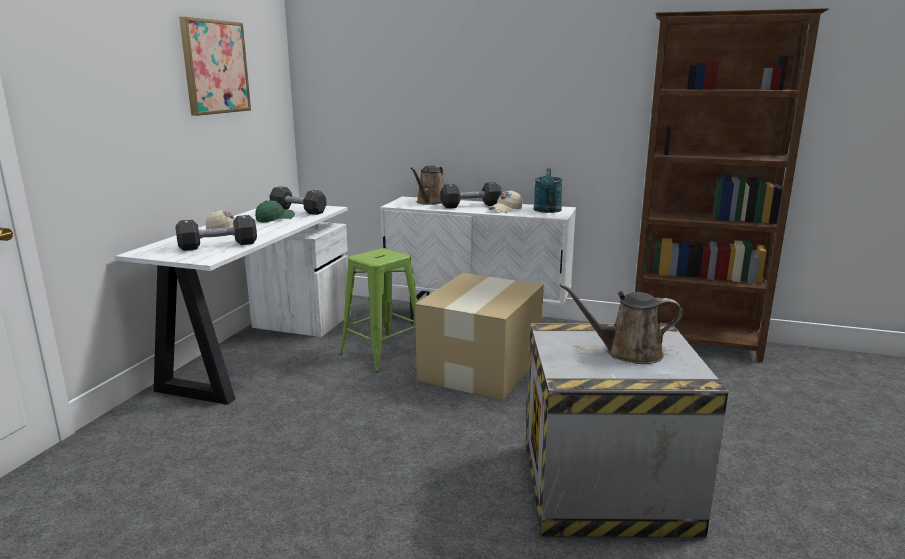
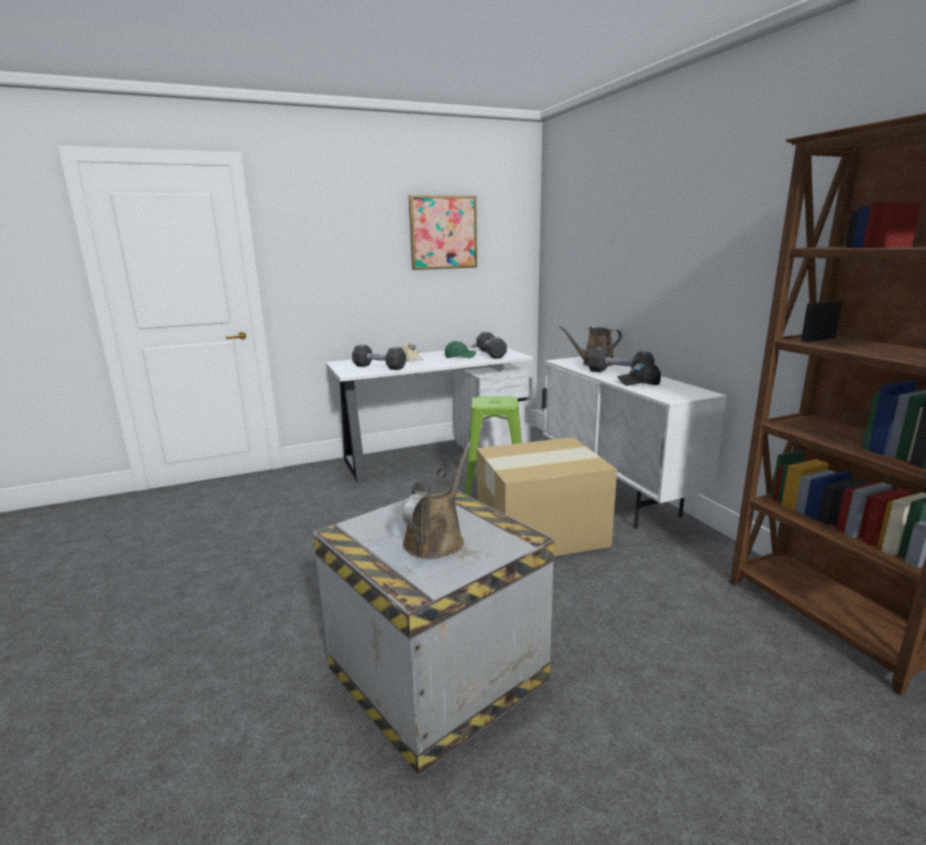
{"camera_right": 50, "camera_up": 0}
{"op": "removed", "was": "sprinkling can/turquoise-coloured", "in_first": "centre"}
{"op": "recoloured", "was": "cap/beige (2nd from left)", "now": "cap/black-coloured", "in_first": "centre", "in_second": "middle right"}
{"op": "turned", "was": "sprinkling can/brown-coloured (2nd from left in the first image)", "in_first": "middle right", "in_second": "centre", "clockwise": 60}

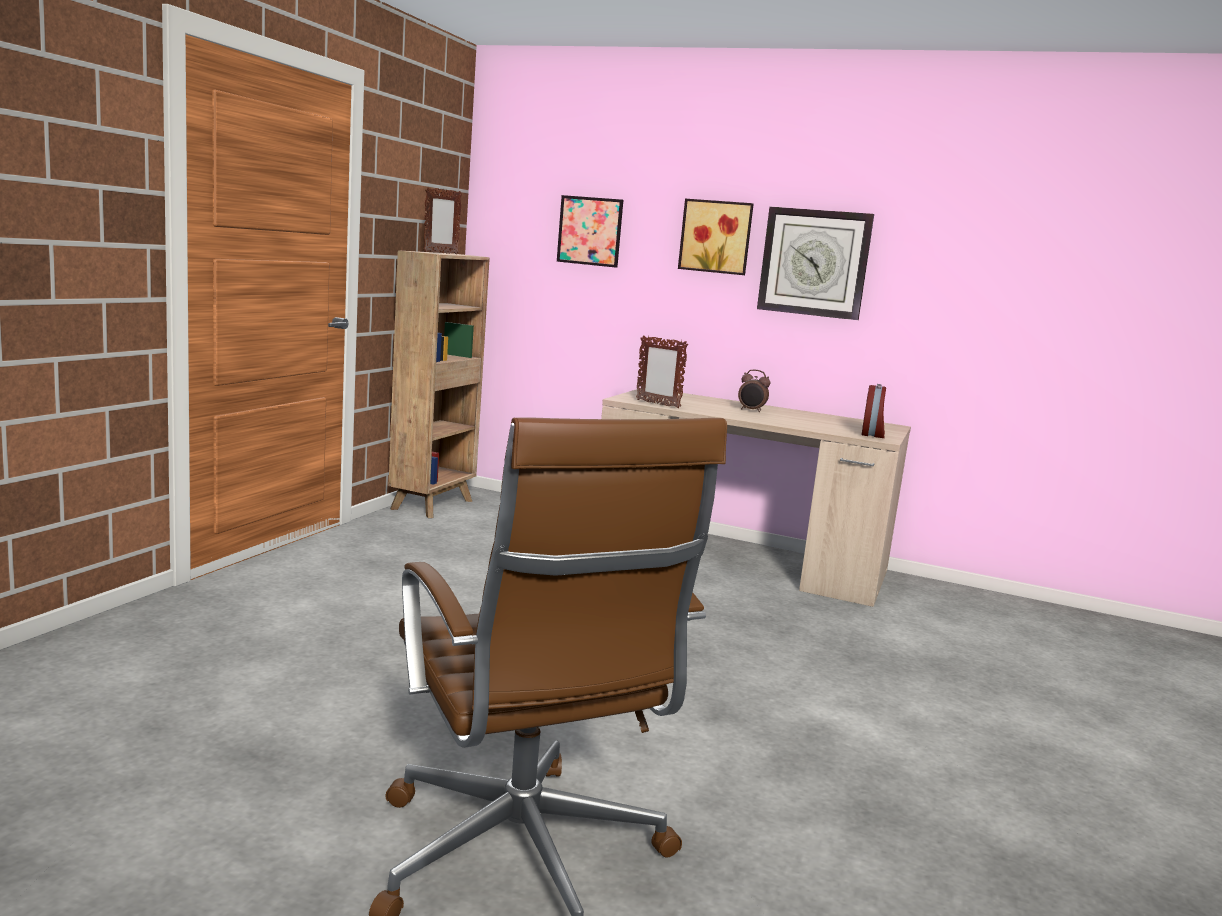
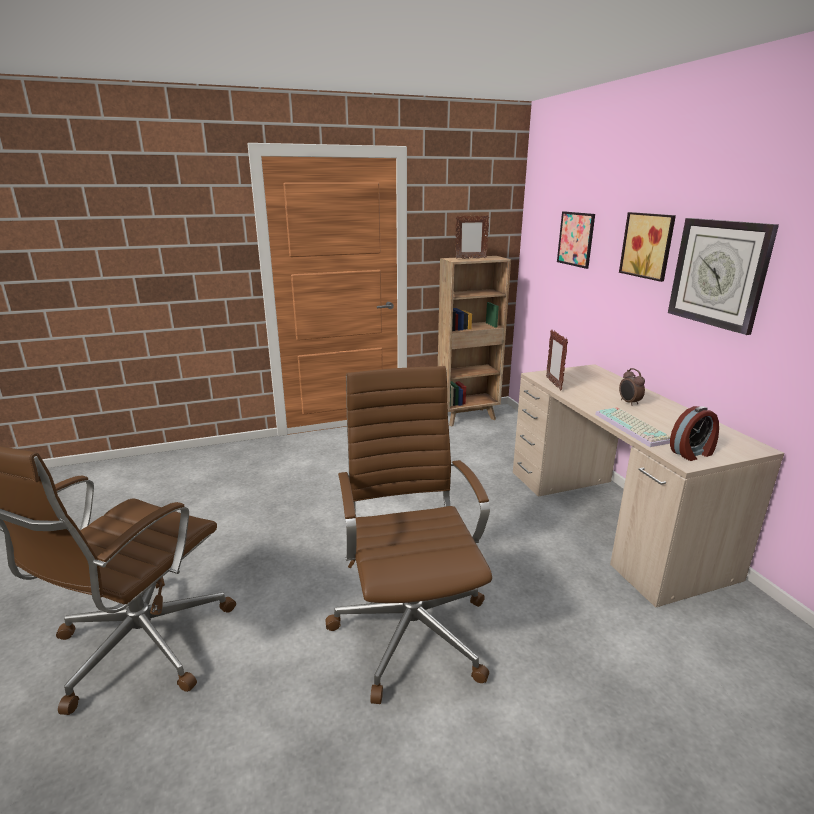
{"camera_right": 50, "camera_up": 10}
{"op": "added", "now": "computer chair/brown-coloured (2nd from left)", "in_second": "centre"}
{"op": "added", "now": "computer keyboard", "in_second": "middle right"}

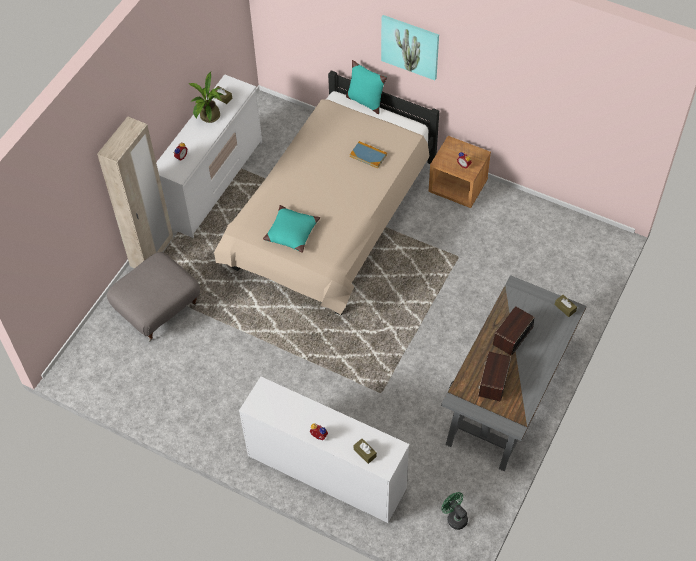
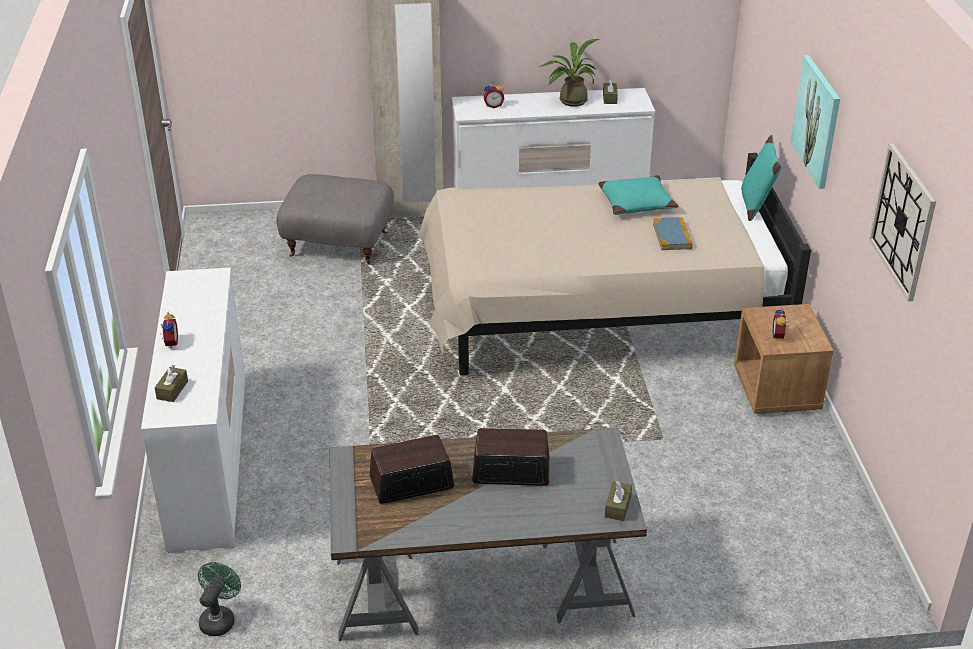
{"camera_right": 55, "camera_up": -20}
{"op": "added", "now": "clock on the wall", "in_second": "middle right"}
{"op": "moved", "was": "cushion/turquoise-coloured (1st from left)", "in_first": "centre", "in_second": "top centre"}

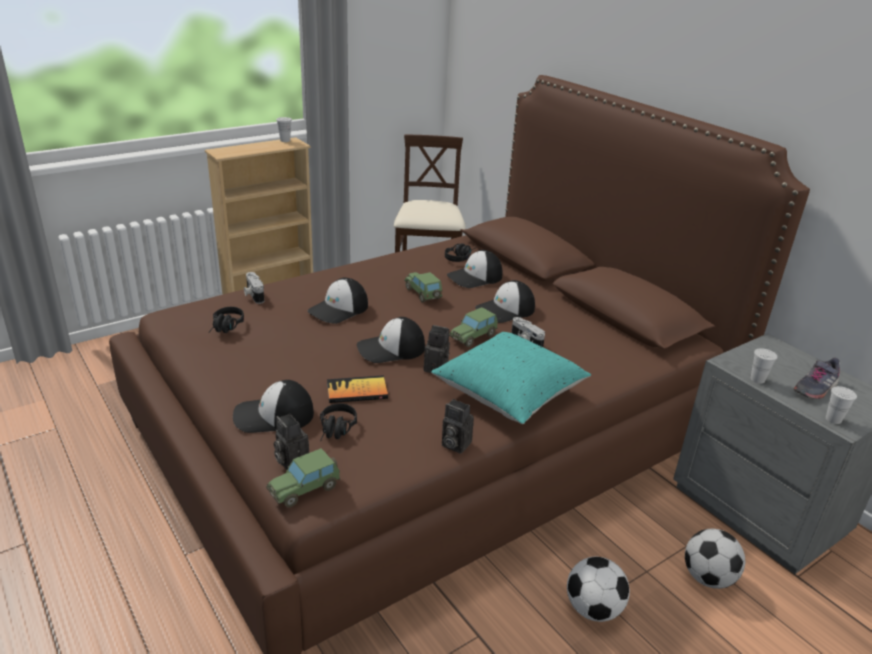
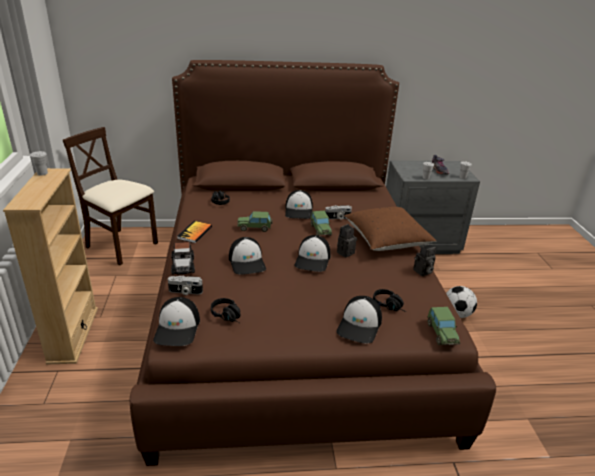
{"camera_right": -60, "camera_up": 0}
{"op": "removed", "was": "still camera (2nd from left)", "in_first": "bottom centre"}
{"op": "removed", "was": "football (2nd from left)", "in_first": "bottom right"}
{"op": "added", "now": "toy car (1st from left)", "in_second": "middle left"}
{"op": "moved", "was": "volume", "in_first": "centre", "in_second": "middle left"}
{"op": "moved", "was": "cap (4th from left in the first image)", "now": "cap (1st from left)", "in_first": "centre", "in_second": "bottom left"}
{"op": "recoloured", "was": "cushion/turquoise-coloured", "now": "cushion/brown-coloured", "in_first": "centre", "in_second": "centre"}

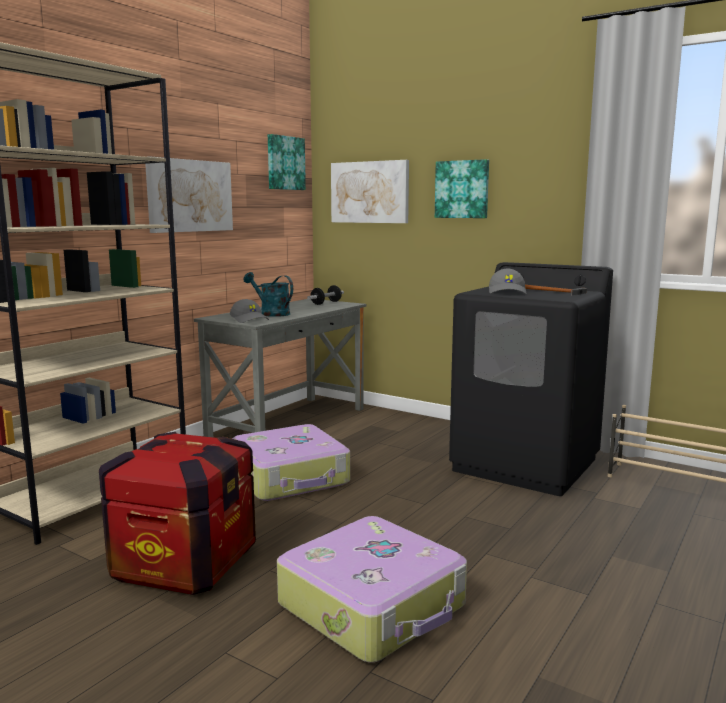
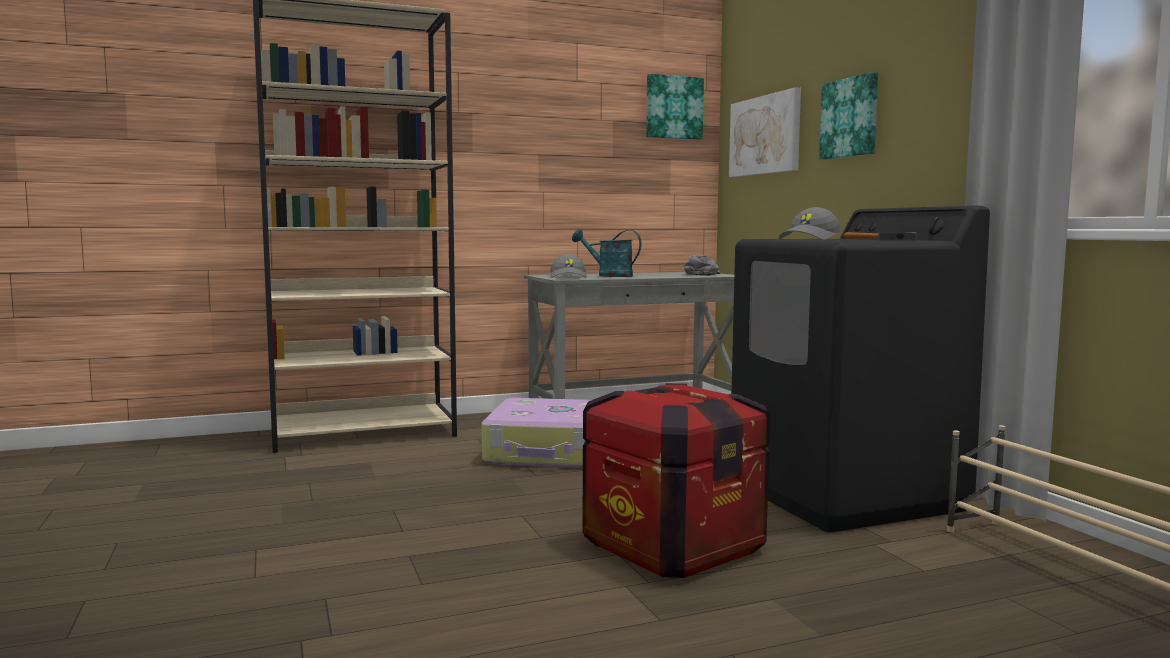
{"camera_right": 35, "camera_up": -5}
{"op": "removed", "was": "picture (1st from left)", "in_first": "top left"}
{"op": "removed", "was": "piece of luggage (2nd from left)", "in_first": "bottom centre"}
{"op": "moved", "was": "shipping crate", "in_first": "bottom left", "in_second": "bottom centre"}
{"op": "replaced", "was": "dumbbell", "now": "cap/greyish (2nd from left)", "in_first": "centre", "in_second": "centre"}
{"op": "turned", "was": "sprinkling can/turquoise-coloured", "in_first": "centre", "in_second": "centre", "clockwise": -45}

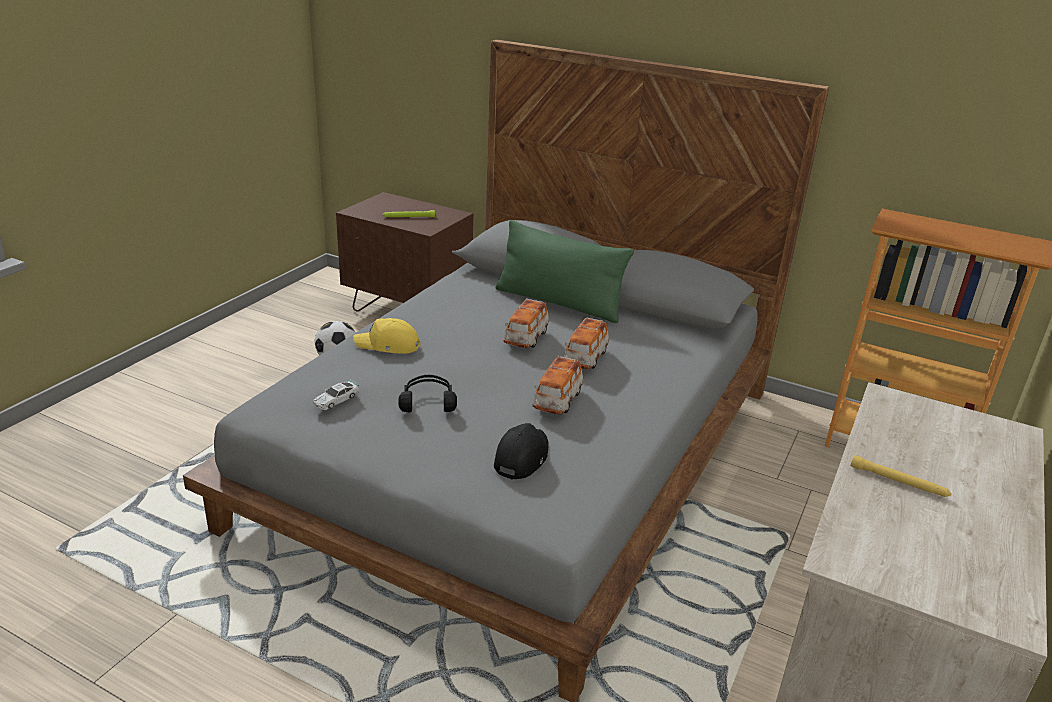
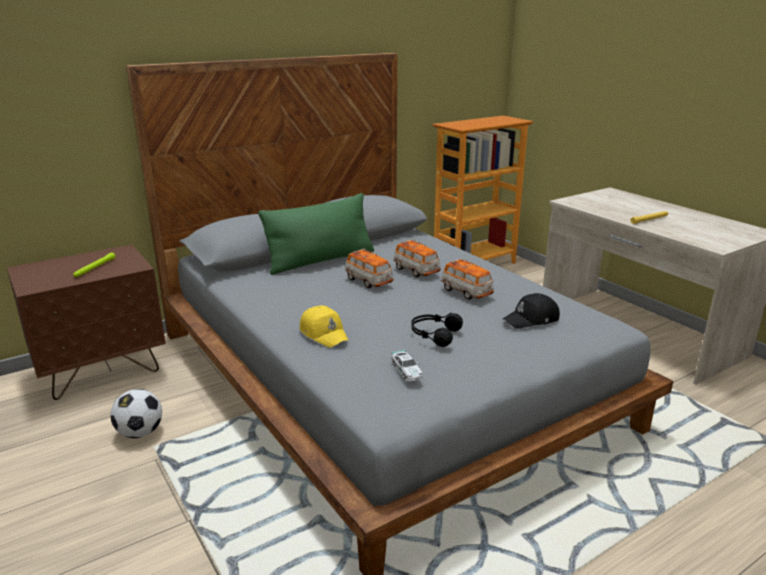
{"camera_right": -60, "camera_up": -5}
{"op": "turned", "was": "cap/yellow-coloured", "in_first": "centre", "in_second": "centre", "clockwise": -75}
{"op": "turned", "was": "cap/black-coloured", "in_first": "centre", "in_second": "middle right", "clockwise": -75}

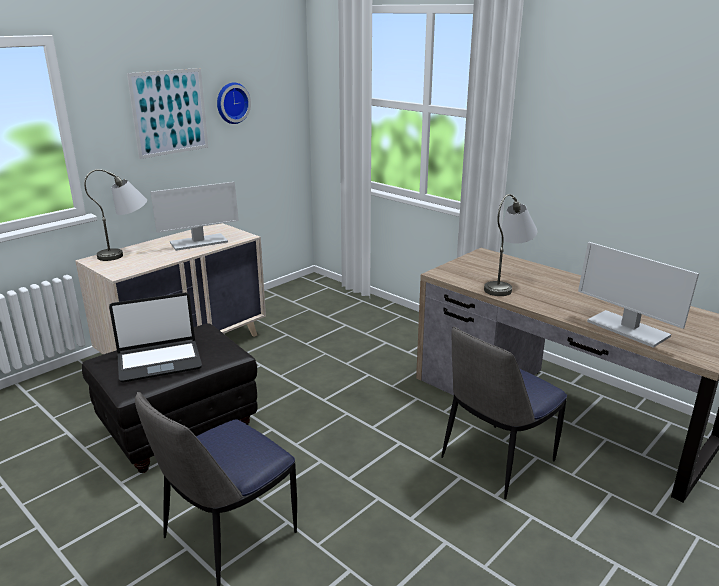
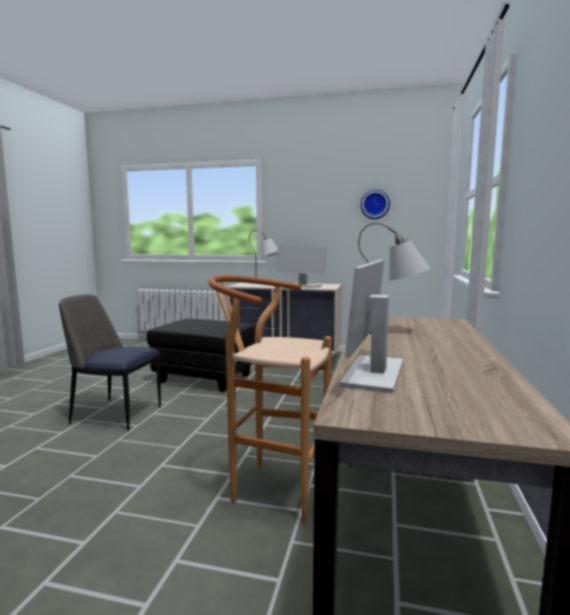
{"camera_right": 60, "camera_up": -15}
{"op": "removed", "was": "notebook computer", "in_first": "middle left"}
{"op": "removed", "was": "picture", "in_first": "top left"}
{"op": "replaced", "was": "upright chair (2nd from left)", "now": "stool/brown-coloured", "in_first": "bottom right", "in_second": "centre"}

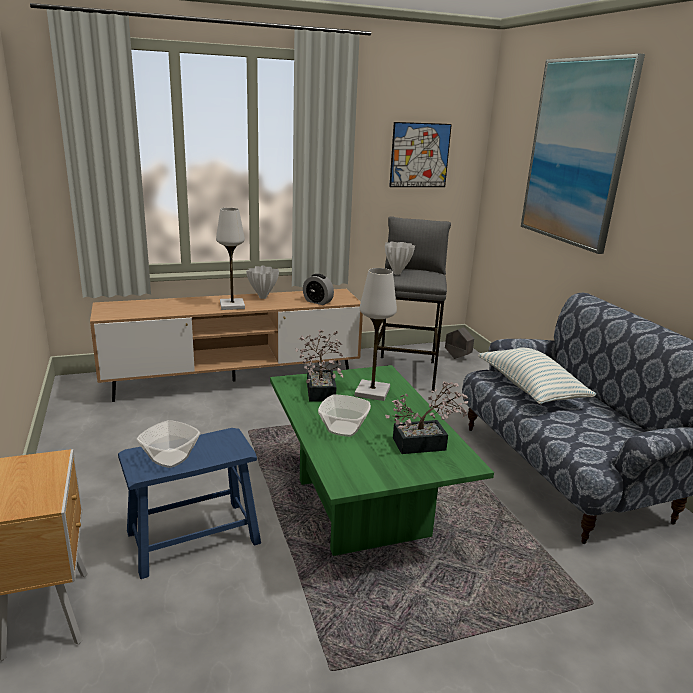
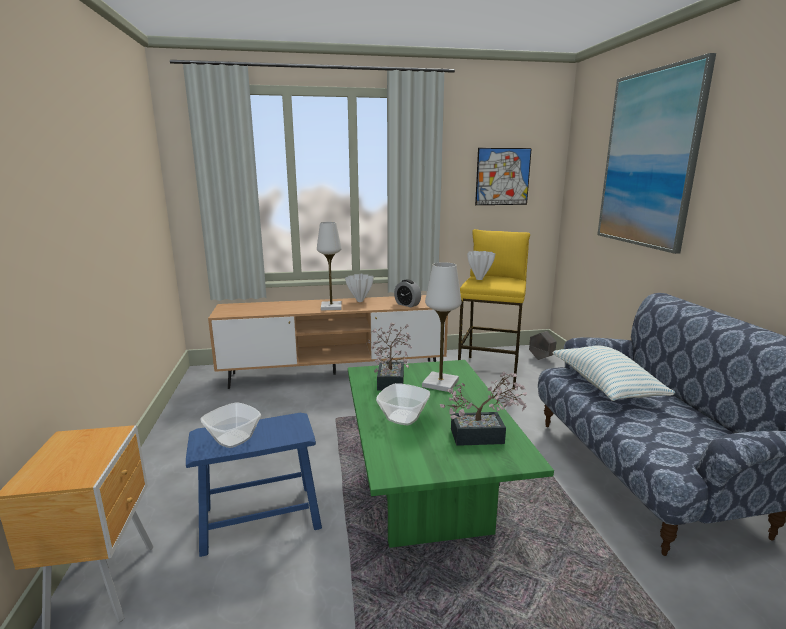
{"camera_right": 10, "camera_up": -5}
{"op": "recoloured", "was": "stool/greyish", "now": "stool/yellow-coloured", "in_first": "centre", "in_second": "centre"}

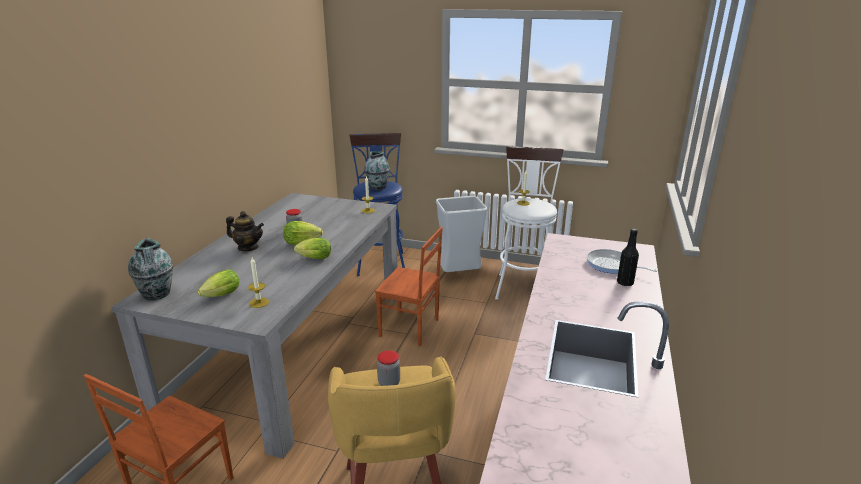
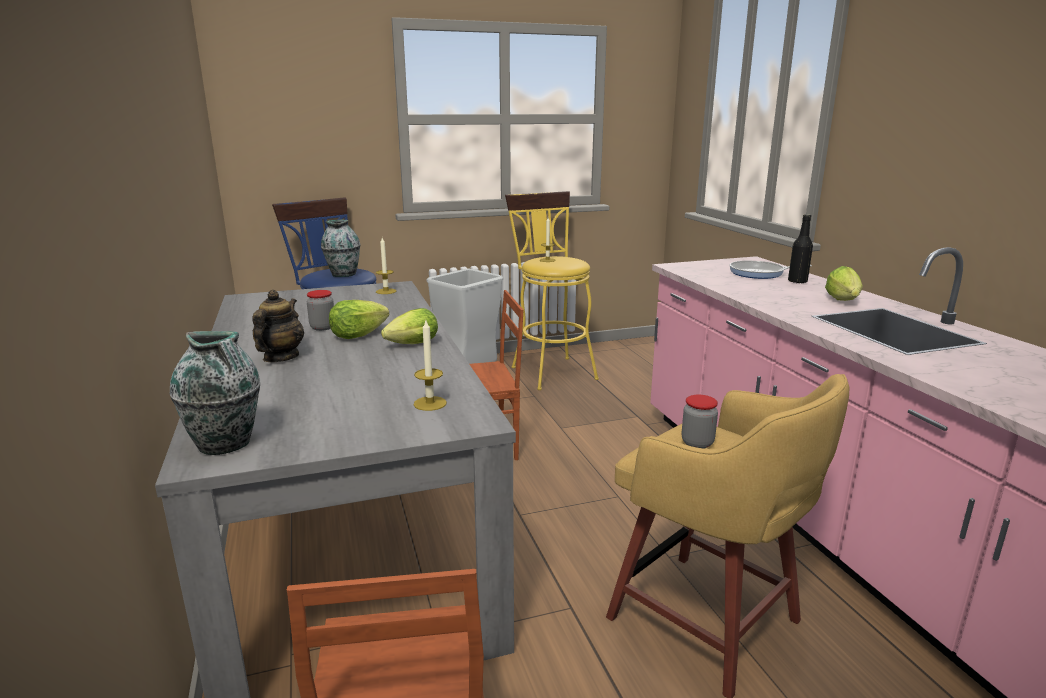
{"camera_right": -35, "camera_up": -5}
{"op": "moved", "was": "lettuce head (1st from left in the first image)", "now": "lettuce head (3rd from left)", "in_first": "middle left", "in_second": "middle right"}
{"op": "recoloured", "was": "stool/white", "now": "stool/yellow-coloured (1st from left)", "in_first": "centre", "in_second": "centre"}
{"op": "turned", "was": "teapot", "in_first": "middle left", "in_second": "middle left", "clockwise": -60}

